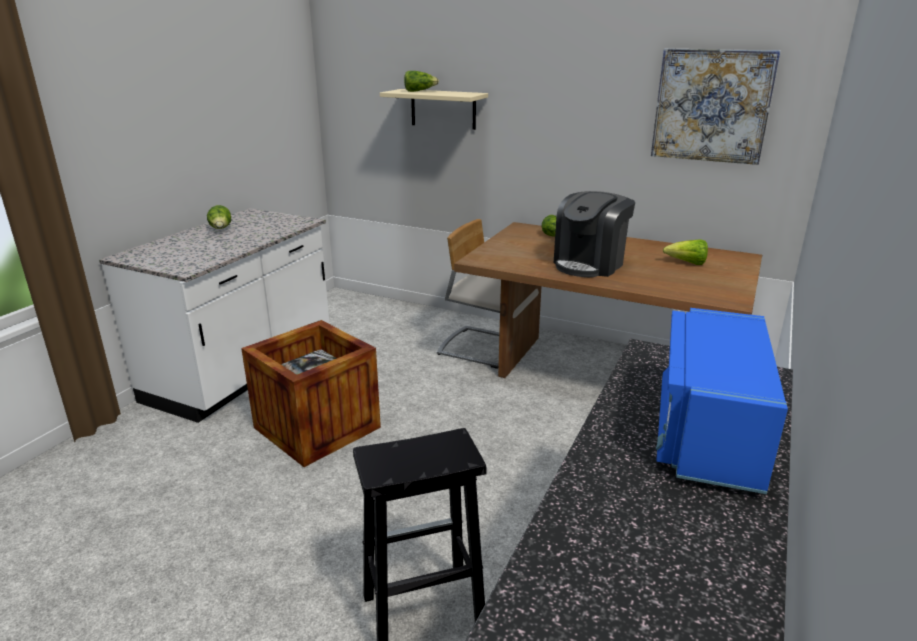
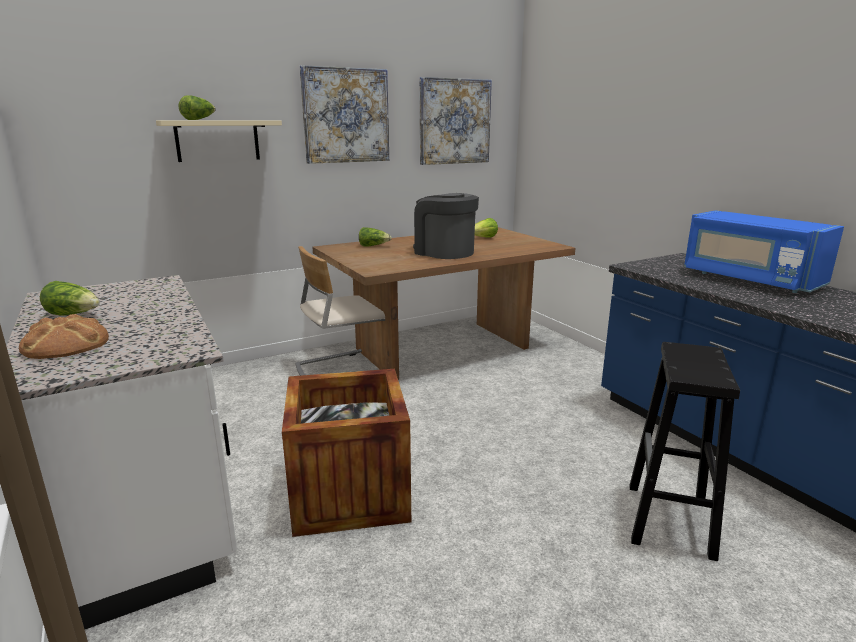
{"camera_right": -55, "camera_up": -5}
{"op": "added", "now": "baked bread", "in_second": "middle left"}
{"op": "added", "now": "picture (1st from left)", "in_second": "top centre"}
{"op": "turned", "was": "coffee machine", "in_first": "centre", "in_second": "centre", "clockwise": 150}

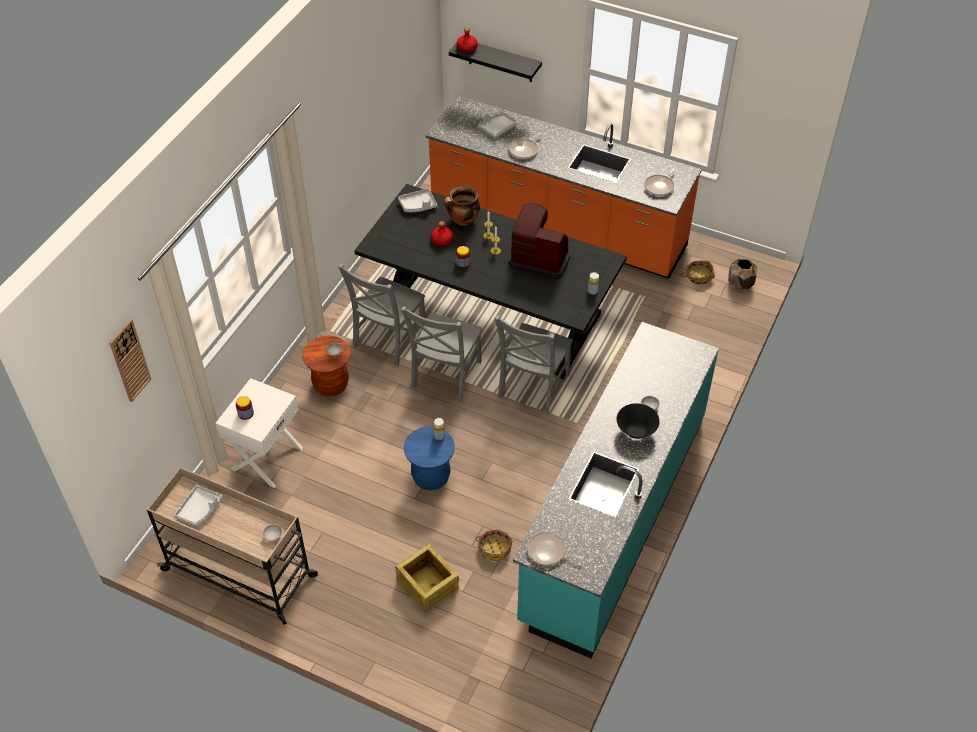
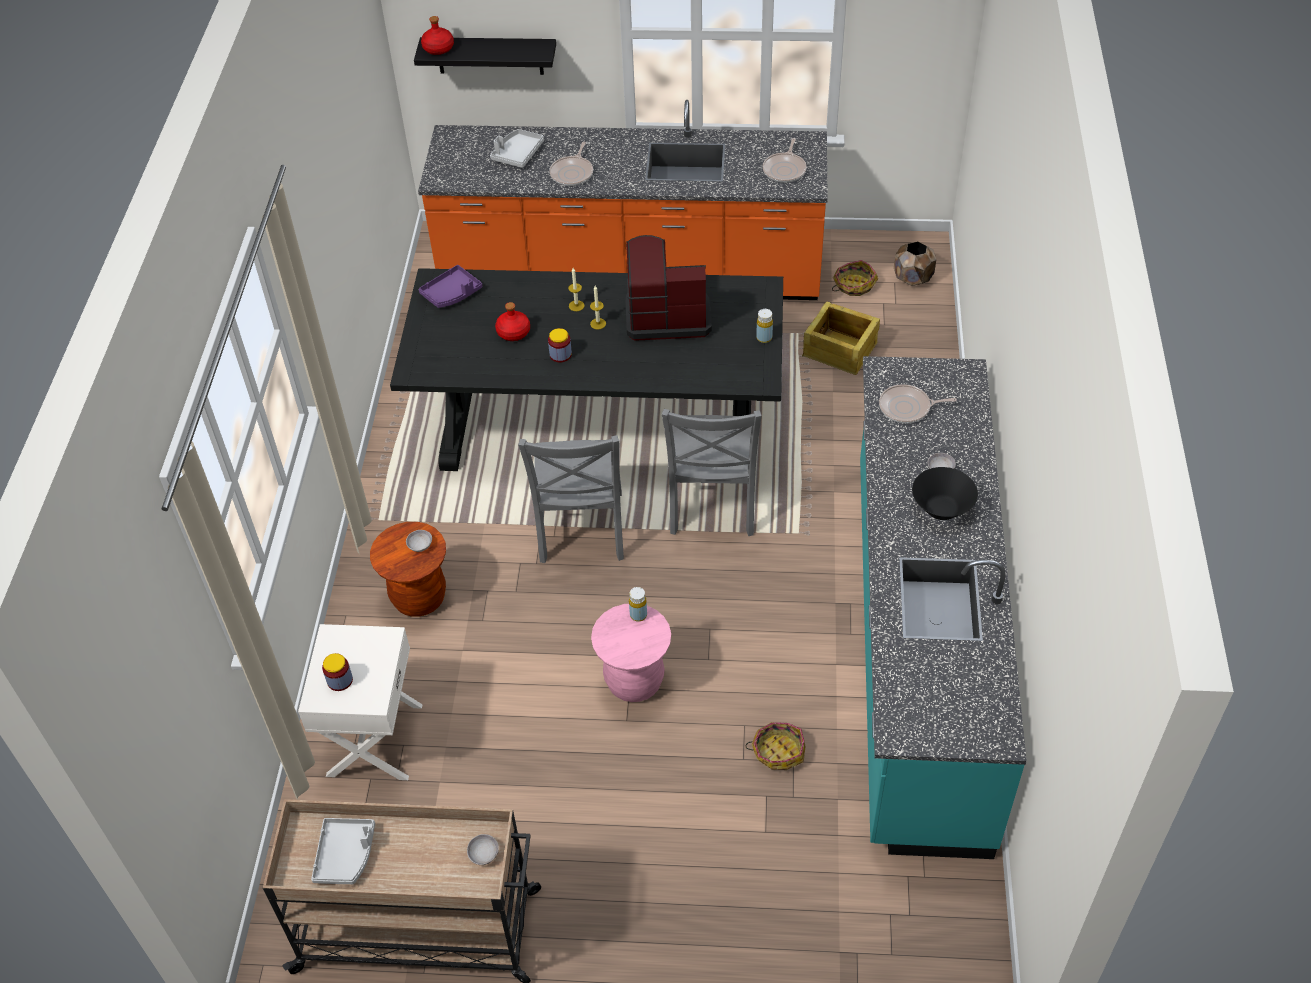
{"camera_right": -20, "camera_up": 0}
{"op": "removed", "was": "clock on the wall", "in_first": "middle left"}
{"op": "removed", "was": "upright chair/greyish (1st from left)", "in_first": "centre"}
{"op": "removed", "was": "saucepot", "in_first": "top centre"}
{"op": "moved", "was": "shipping crate", "in_first": "bottom centre", "in_second": "centre"}
{"op": "moved", "was": "frying pan (2nd from left in the first image)", "now": "frying pan (3rd from left)", "in_first": "bottom centre", "in_second": "middle right"}
{"op": "recoloured", "was": "tray/greyish (2nd from left)", "now": "tray/purplish", "in_first": "top centre", "in_second": "top centre"}
{"op": "recoloured", "was": "stool/bluish", "now": "stool/pink", "in_first": "centre", "in_second": "centre"}

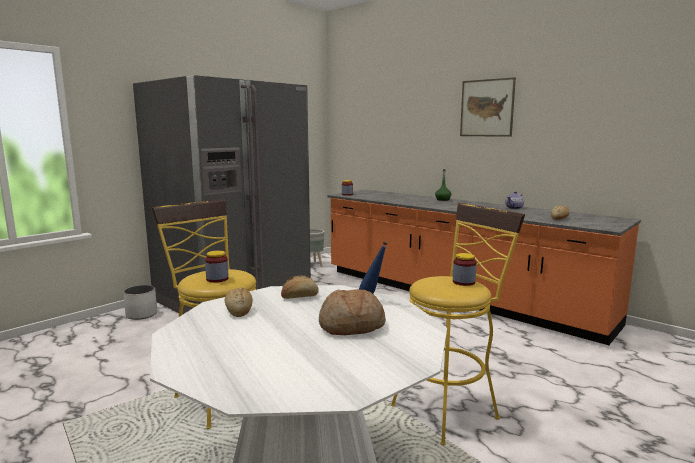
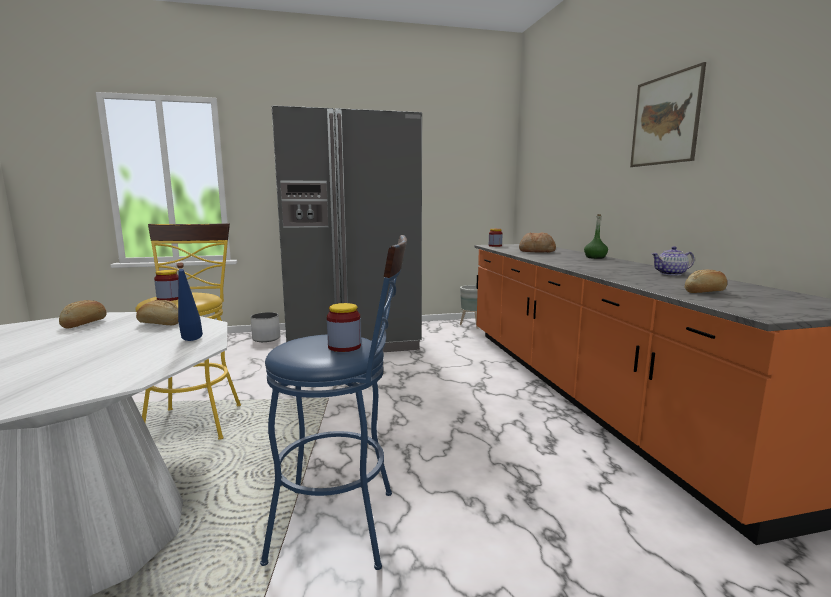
{"camera_right": 35, "camera_up": 0}
{"op": "moved", "was": "baked bread (3rd from left)", "in_first": "bottom centre", "in_second": "centre"}
{"op": "recoloured", "was": "stool/yellow-coloured (2nd from left)", "now": "stool/bluish", "in_first": "bottom centre", "in_second": "bottom centre"}

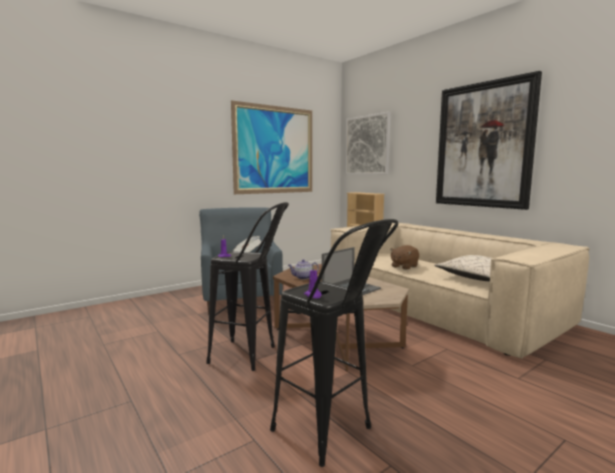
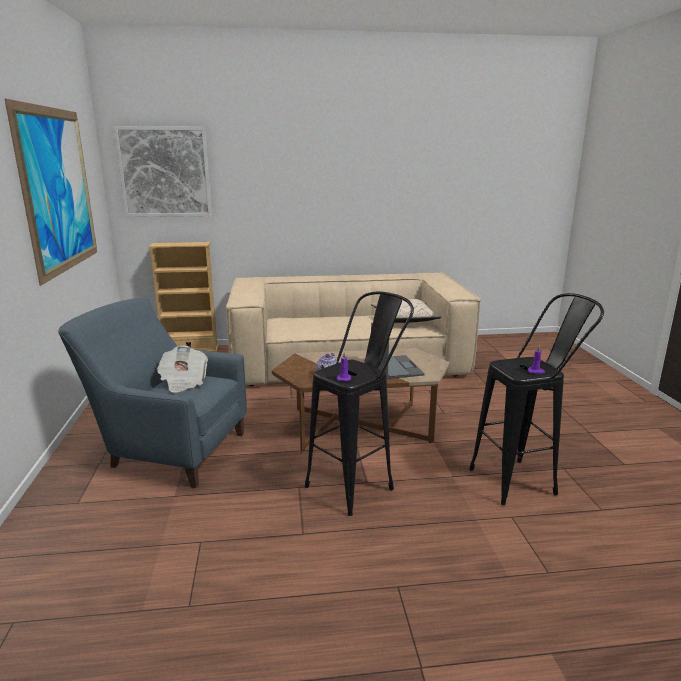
{"camera_right": -60, "camera_up": 10}
{"op": "removed", "was": "cuddly toy/brown-coloured", "in_first": "centre"}
{"op": "removed", "was": "picture (3rd from left)", "in_first": "top right"}

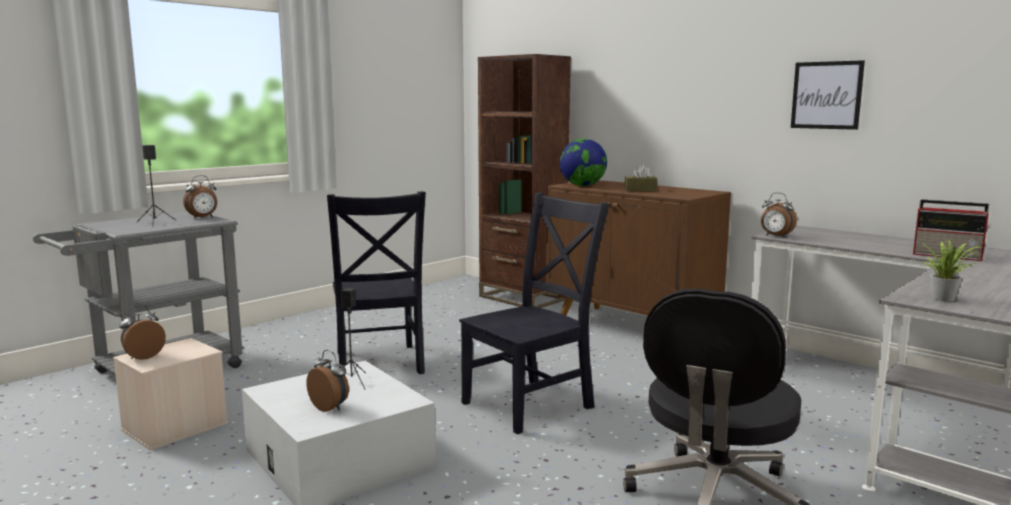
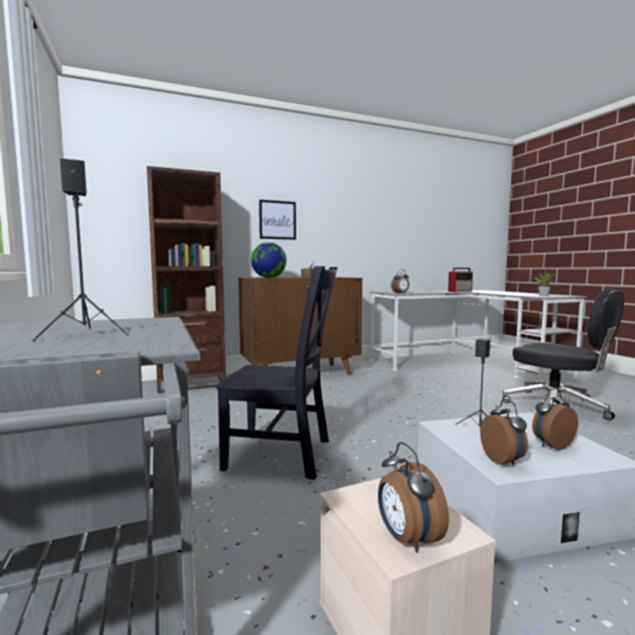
{"camera_right": -65, "camera_up": -5}
{"op": "removed", "was": "upright chair/black-coloured (2nd from left)", "in_first": "centre"}
{"op": "moved", "was": "alarm clock (2nd from left in the first image)", "now": "alarm clock (3rd from left)", "in_first": "middle left", "in_second": "bottom right"}
{"op": "moved", "was": "picture", "in_first": "top right", "in_second": "centre"}

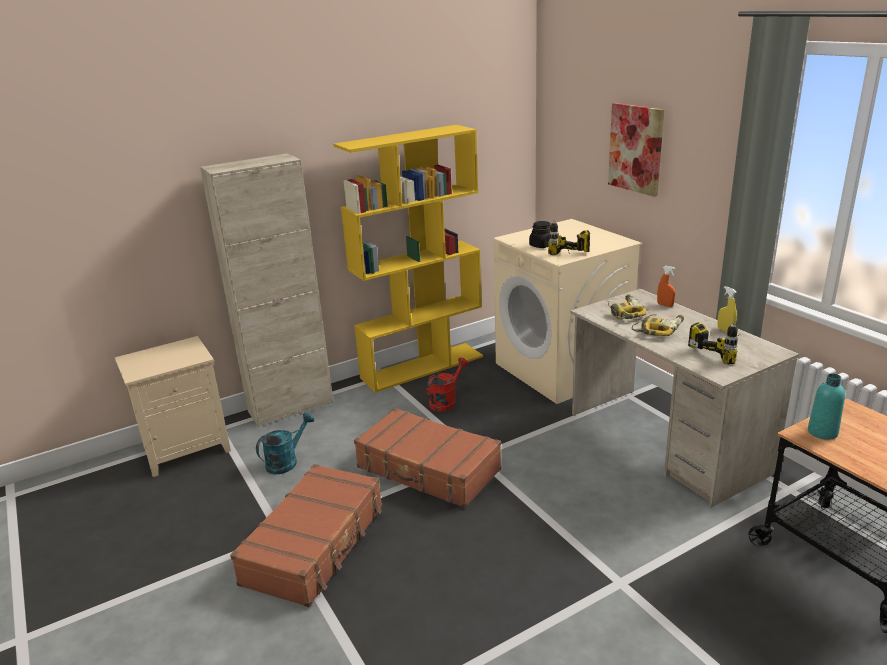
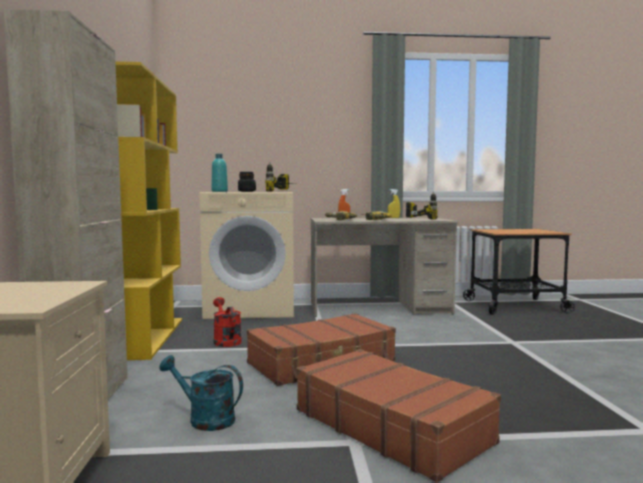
{"camera_right": -65, "camera_up": -20}
{"op": "removed", "was": "picture", "in_first": "top right"}
{"op": "moved", "was": "drink bottle/turquoise-coloured", "in_first": "middle right", "in_second": "centre"}
{"op": "turned", "was": "sprinkling can/turquoise-coloured", "in_first": "middle left", "in_second": "bottom left", "clockwise": -45}

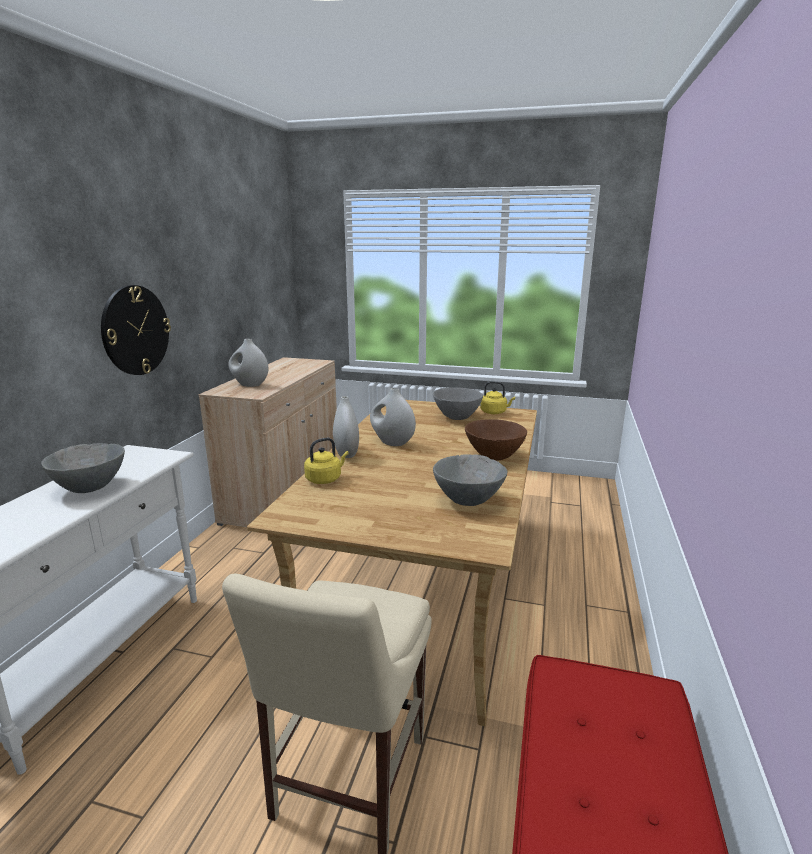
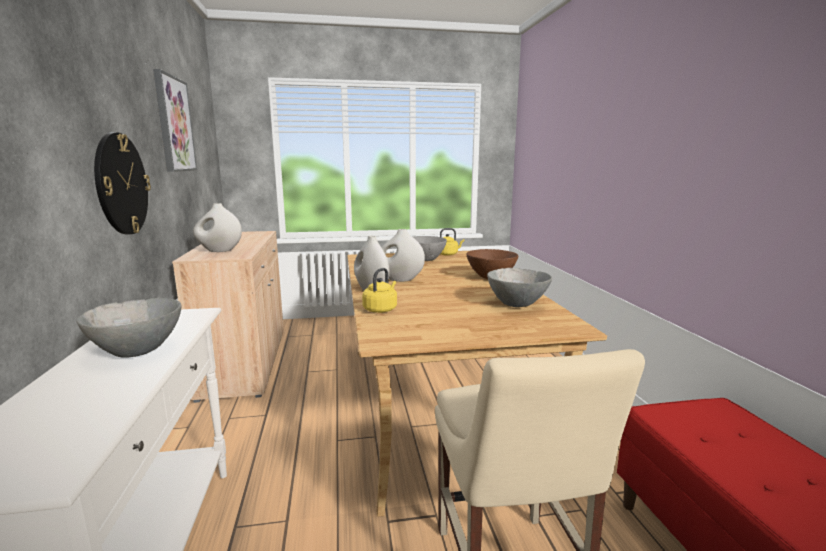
{"camera_right": -25, "camera_up": -5}
{"op": "added", "now": "picture", "in_second": "top left"}

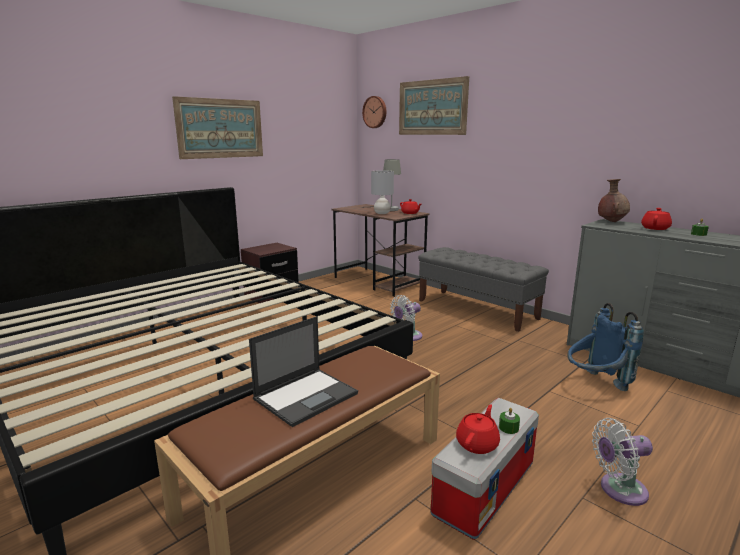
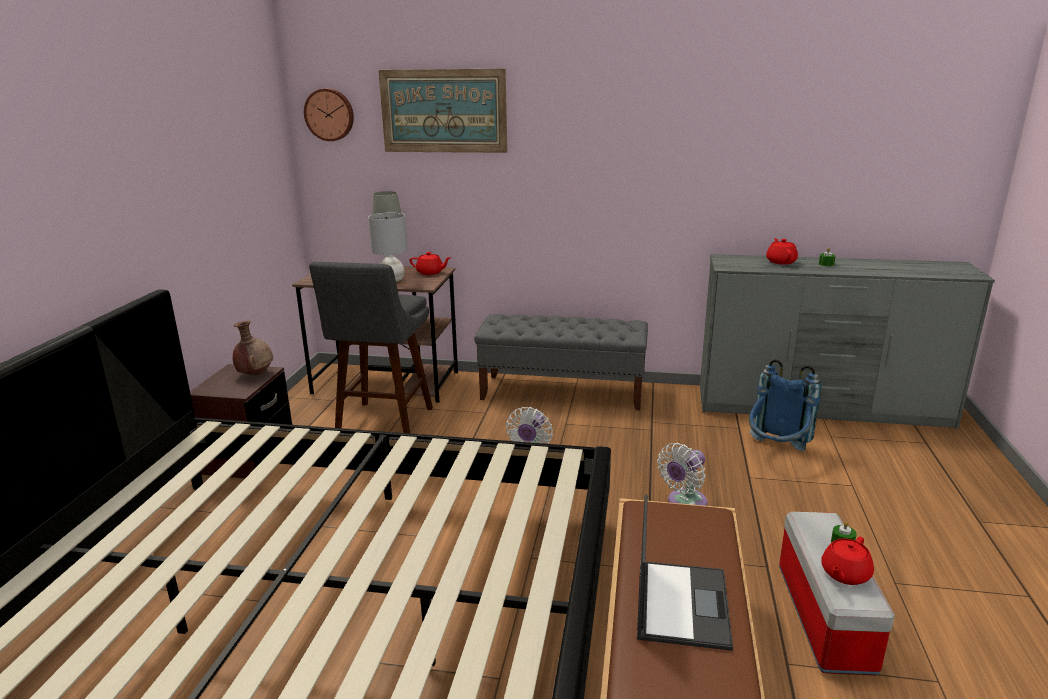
{"camera_right": -35, "camera_up": 5}
{"op": "removed", "was": "picture (1st from left)", "in_first": "top left"}
{"op": "added", "now": "stool/greyish", "in_second": "centre"}
{"op": "moved", "was": "electric fan/white (2nd from left)", "in_first": "bottom right", "in_second": "bottom centre"}
{"op": "moved", "was": "decorative vase/brown-coloured", "in_first": "middle right", "in_second": "middle left"}
{"op": "turned", "was": "teapot/red-coloured (2nd from left in the first image)", "in_first": "bottom centre", "in_second": "bottom right", "clockwise": -135}

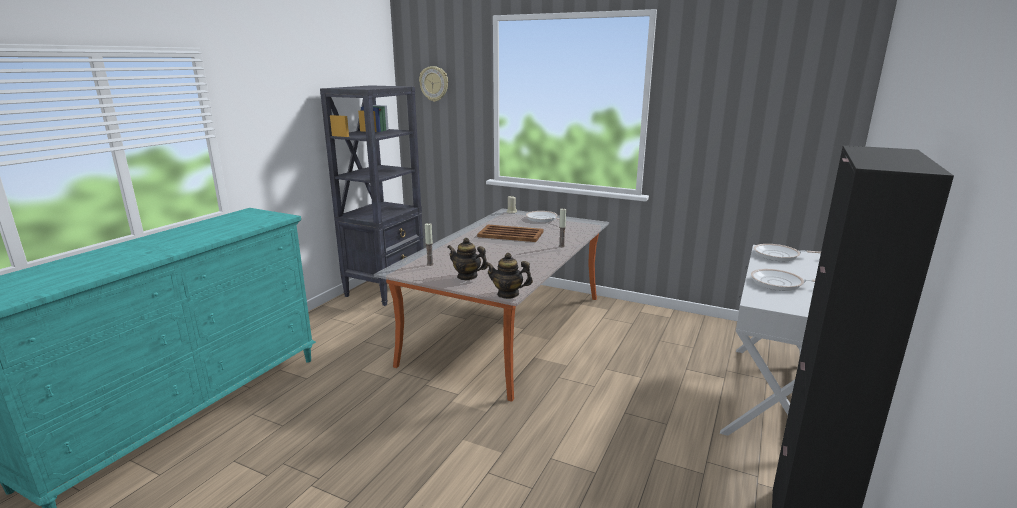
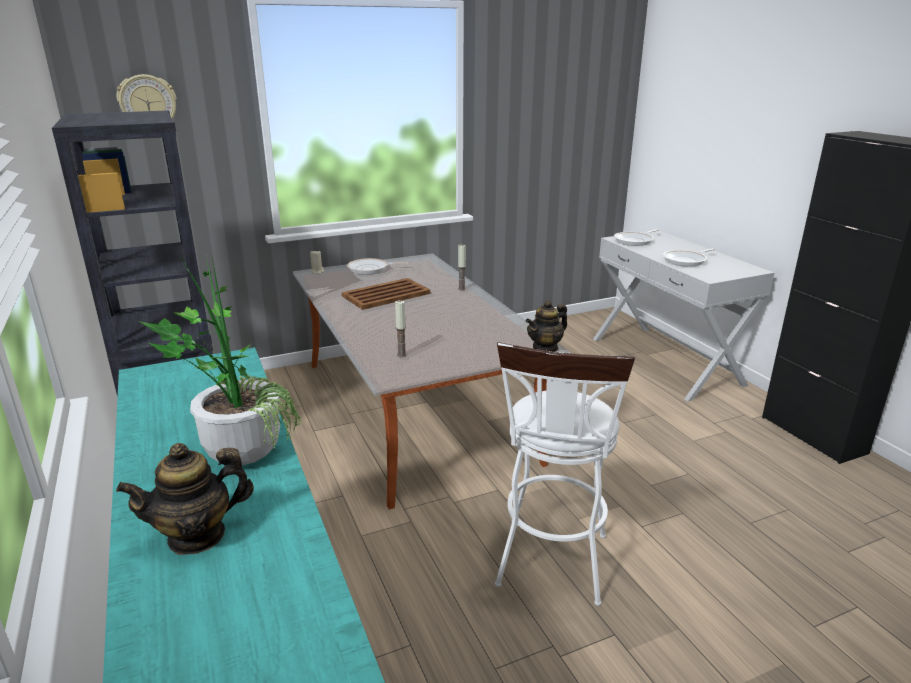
{"camera_right": -50, "camera_up": 5}
{"op": "added", "now": "houseplant", "in_second": "middle left"}
{"op": "added", "now": "stool/white", "in_second": "bottom centre"}
{"op": "moved", "was": "teapot (1st from left)", "in_first": "centre", "in_second": "bottom left"}

